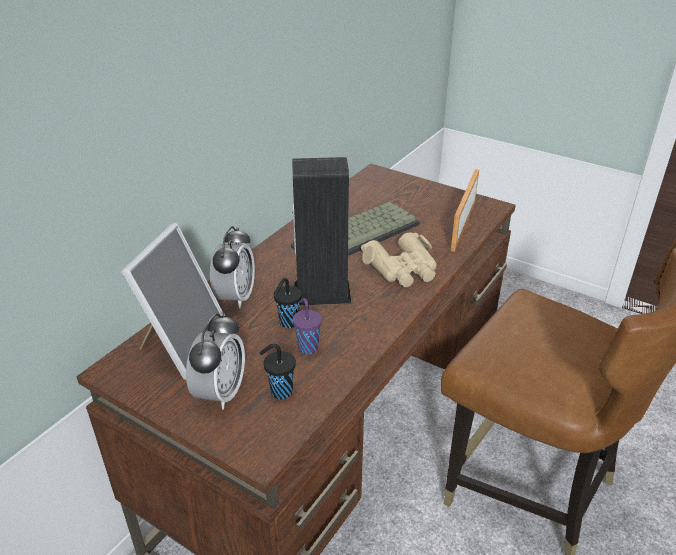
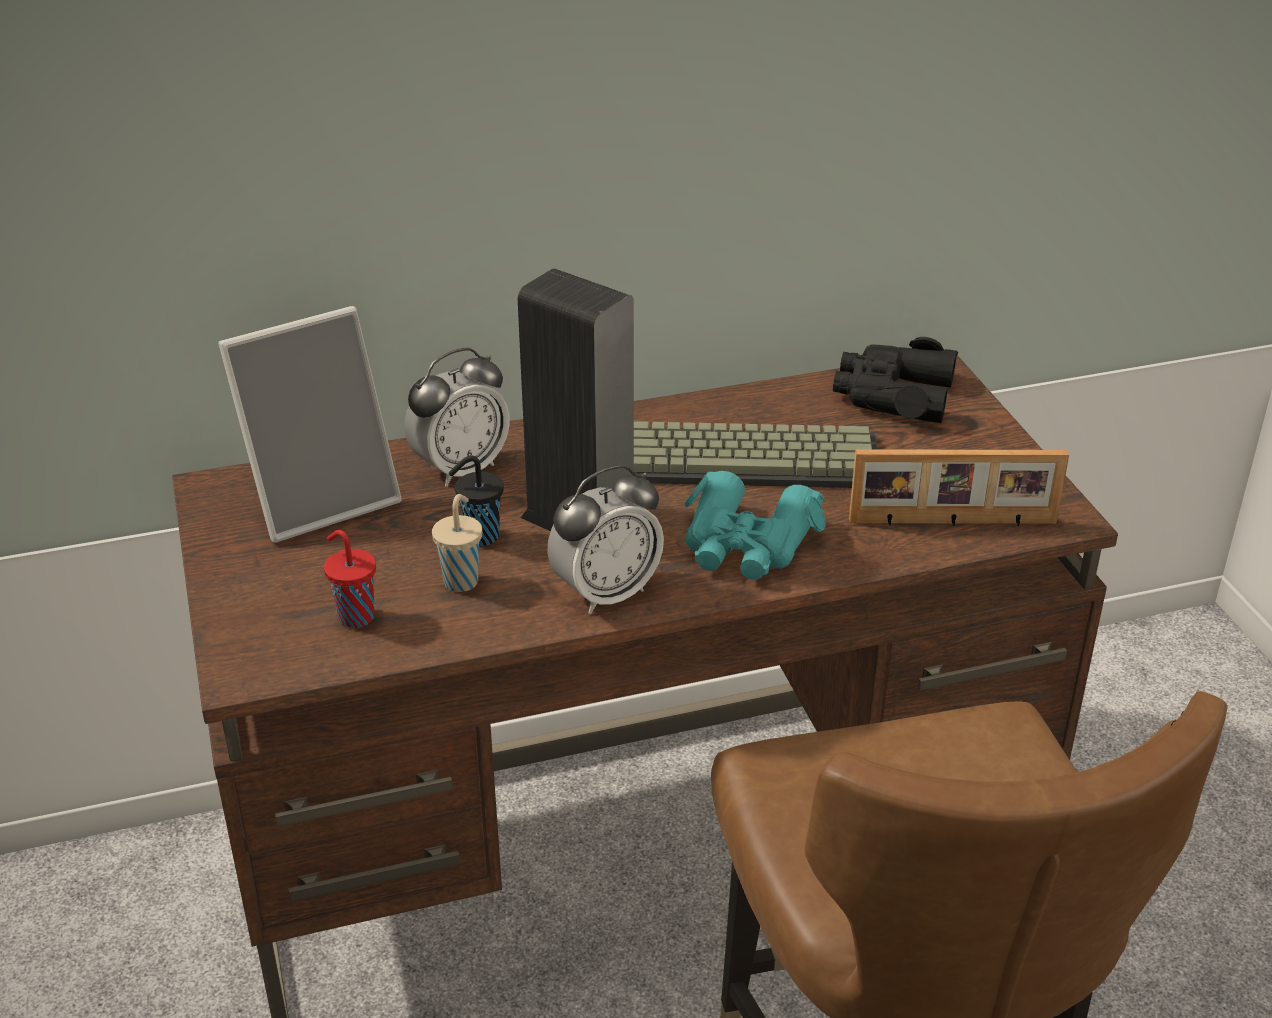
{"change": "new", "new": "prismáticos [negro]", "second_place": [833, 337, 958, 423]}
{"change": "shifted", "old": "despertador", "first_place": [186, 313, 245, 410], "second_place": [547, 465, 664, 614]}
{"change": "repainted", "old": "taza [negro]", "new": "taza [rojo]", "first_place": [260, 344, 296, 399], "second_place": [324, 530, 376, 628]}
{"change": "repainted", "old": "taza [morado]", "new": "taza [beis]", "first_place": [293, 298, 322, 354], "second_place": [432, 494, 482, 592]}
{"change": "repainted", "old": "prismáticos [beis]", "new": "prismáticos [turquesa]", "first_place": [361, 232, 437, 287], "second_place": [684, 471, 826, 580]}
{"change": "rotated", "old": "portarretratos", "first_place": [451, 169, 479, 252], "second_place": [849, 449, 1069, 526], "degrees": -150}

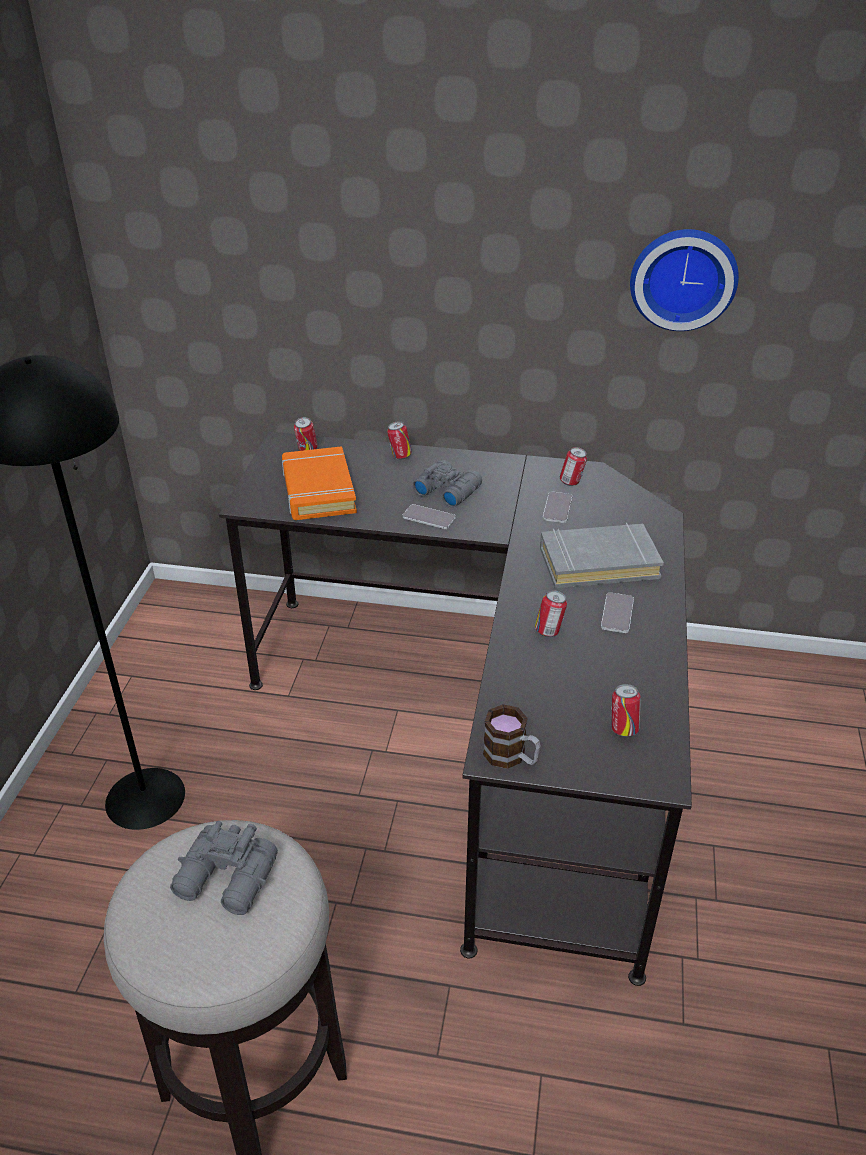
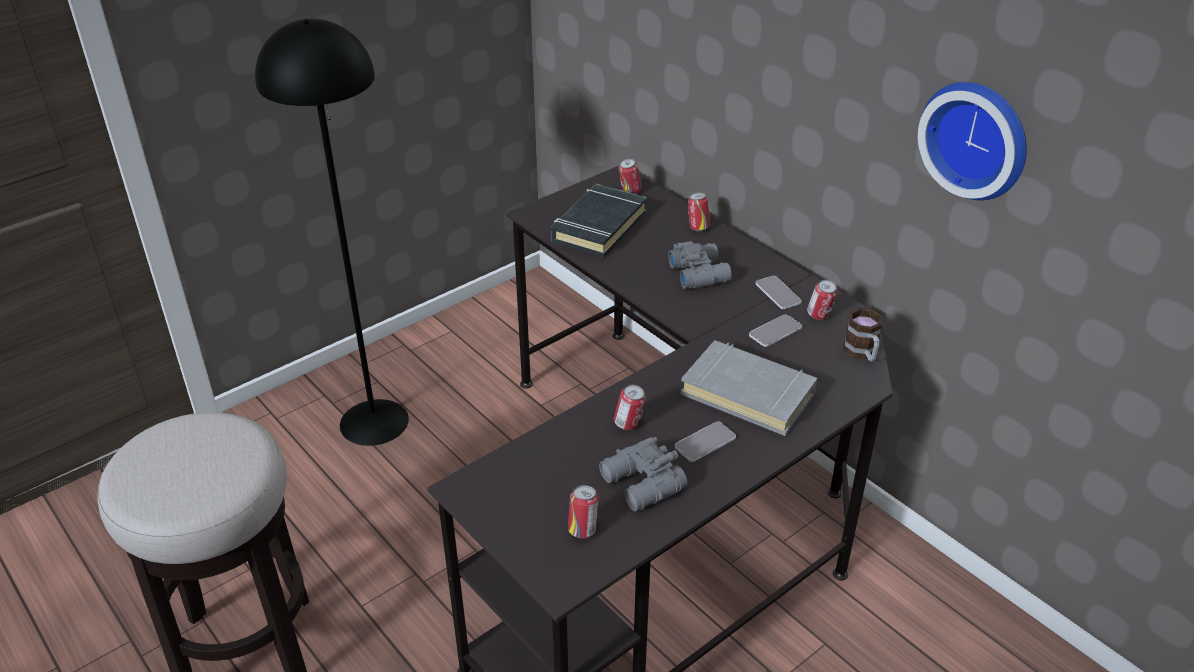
{"change": "shifted", "old": "prismáticos [gris]", "first_place": [170, 821, 278, 915], "second_place": [599, 437, 687, 511]}
{"change": "shifted", "old": "móvil", "first_place": [402, 504, 456, 529], "second_place": [756, 276, 802, 309]}
{"change": "shifted", "old": "taza grande", "first_place": [483, 704, 541, 769], "second_place": [843, 308, 882, 362]}
{"change": "repainted", "old": "libro [naranja]", "new": "libro [negro]", "first_place": [282, 446, 357, 520], "second_place": [550, 184, 647, 258]}

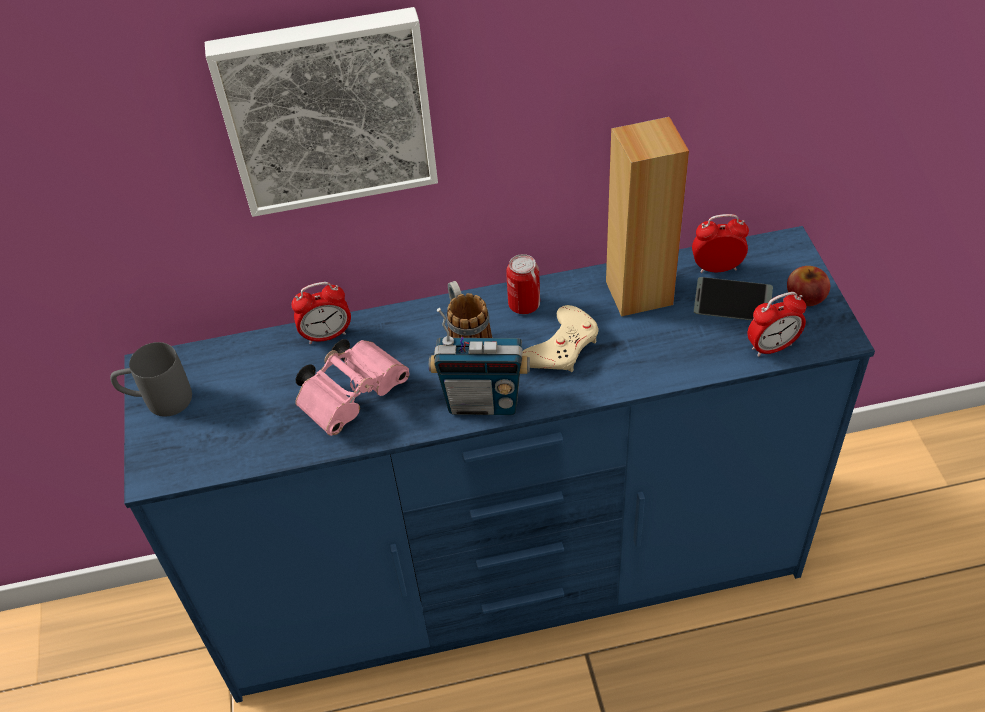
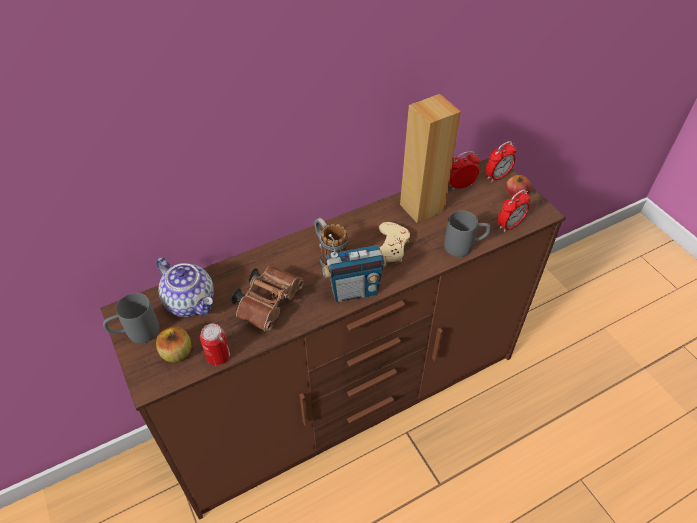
{"change": "gone", "old": "cuadro", "first_place": [205, 7, 438, 217]}
{"change": "gone", "old": "móvil", "first_place": [694, 277, 773, 320]}
{"change": "new", "new": "tetera", "second_place": [156, 257, 214, 317]}
{"change": "new", "new": "manzana", "second_place": [156, 327, 191, 362]}
{"change": "new", "new": "taza grande [gris]", "second_place": [444, 210, 491, 257]}
{"change": "shifted", "old": "despertador", "first_place": [291, 282, 351, 344], "second_place": [486, 141, 517, 182]}
{"change": "shifted", "old": "lata", "first_place": [506, 254, 540, 314], "second_place": [200, 323, 230, 365]}
{"change": "repainted", "old": "cómoda [azul]", "new": "cómoda [marrón]", "first_place": [124, 226, 875, 703], "second_place": [100, 158, 566, 520]}
{"change": "repainted", "old": "prismáticos [rosa]", "new": "prismáticos [marrón]", "first_place": [295, 339, 410, 436], "second_place": [231, 266, 304, 332]}

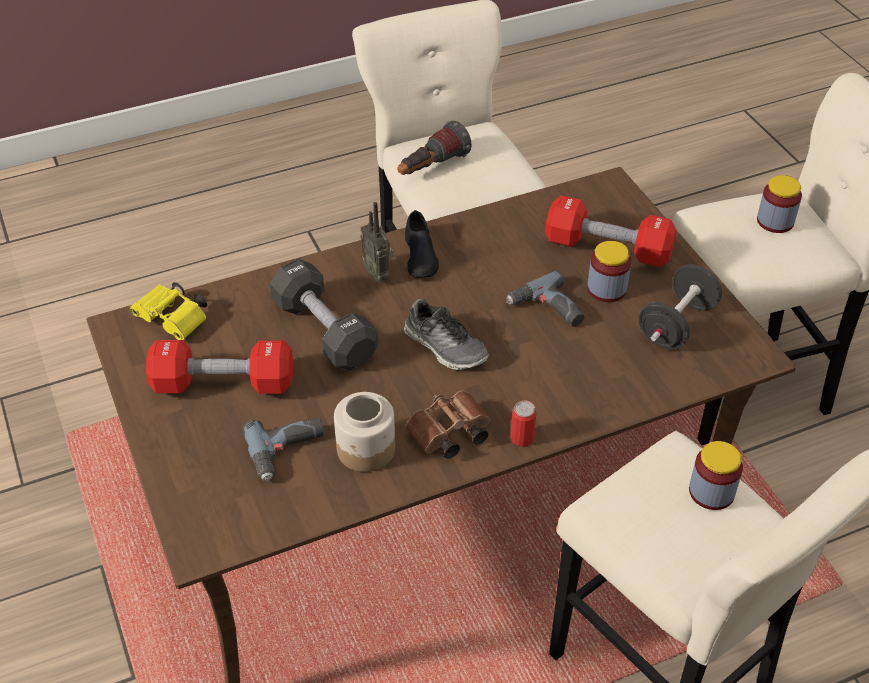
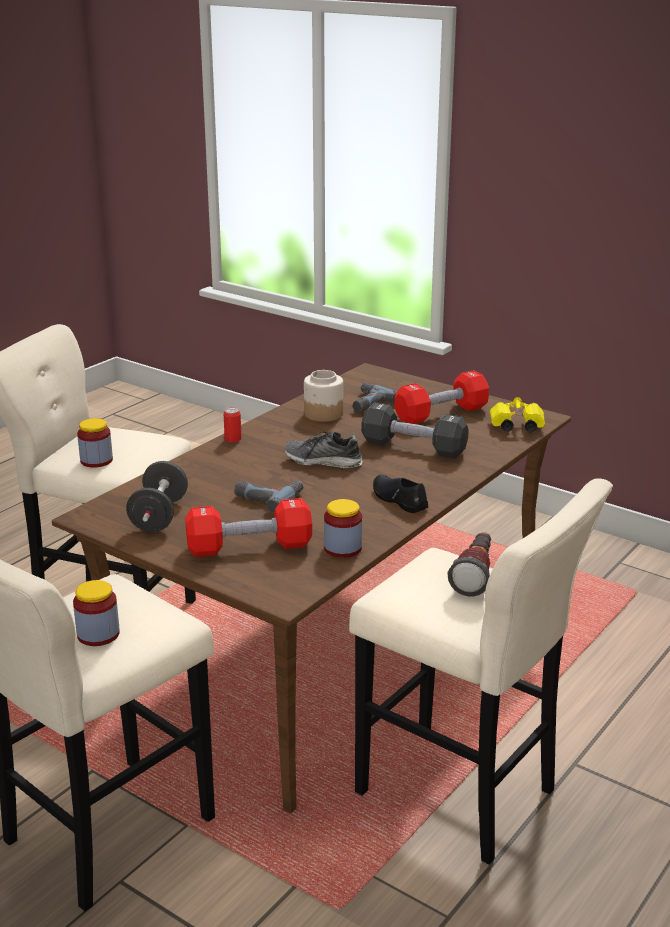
{"change": "gone", "old": "radio", "first_place": [360, 202, 393, 282]}
{"change": "gone", "old": "prismáticos [marrón]", "first_place": [405, 390, 490, 459]}
{"change": "shifted", "old": "tarro", "first_place": [587, 241, 631, 302], "second_place": [324, 499, 362, 558]}

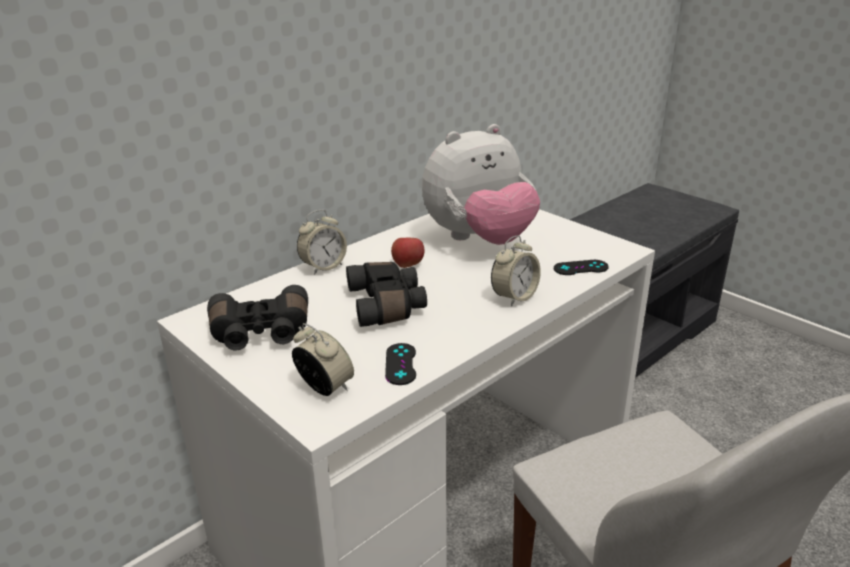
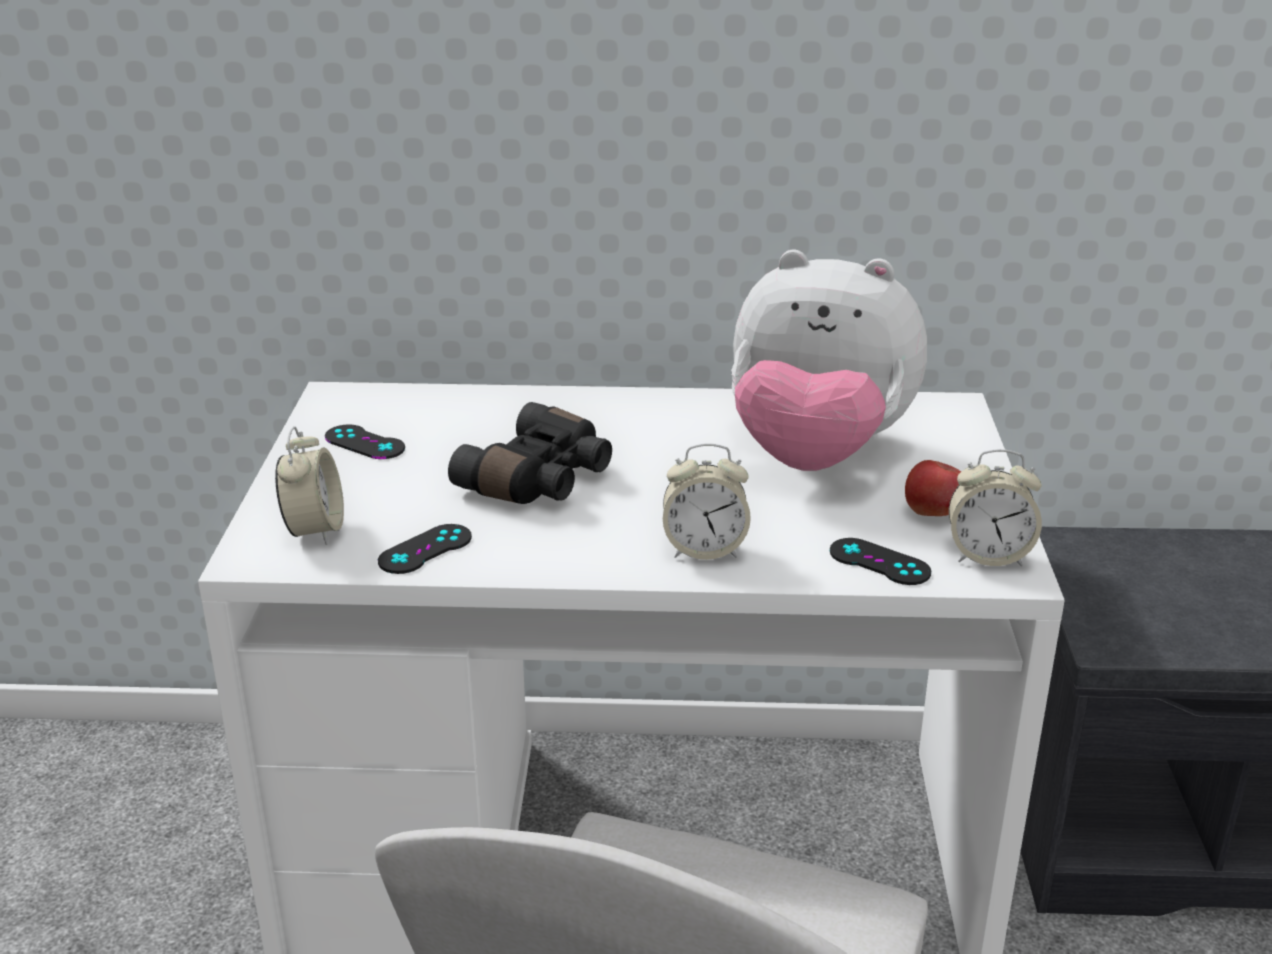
{"change": "shifted", "old": "despertador", "first_place": [297, 210, 347, 275], "second_place": [949, 449, 1042, 566]}
{"change": "shifted", "old": "manzana", "first_place": [391, 238, 424, 268], "second_place": [905, 460, 961, 516]}
{"change": "swapped", "old": "prismáticos [negro]", "new": "mando de consola [negro]", "first_place": [207, 285, 308, 351], "second_place": [325, 424, 405, 459]}

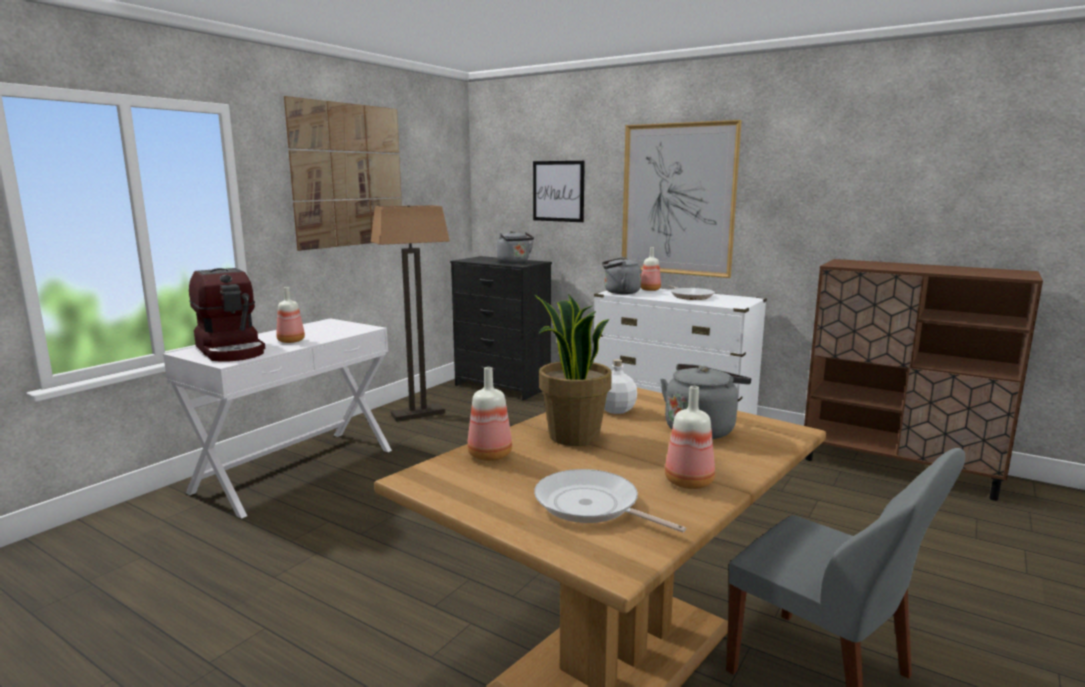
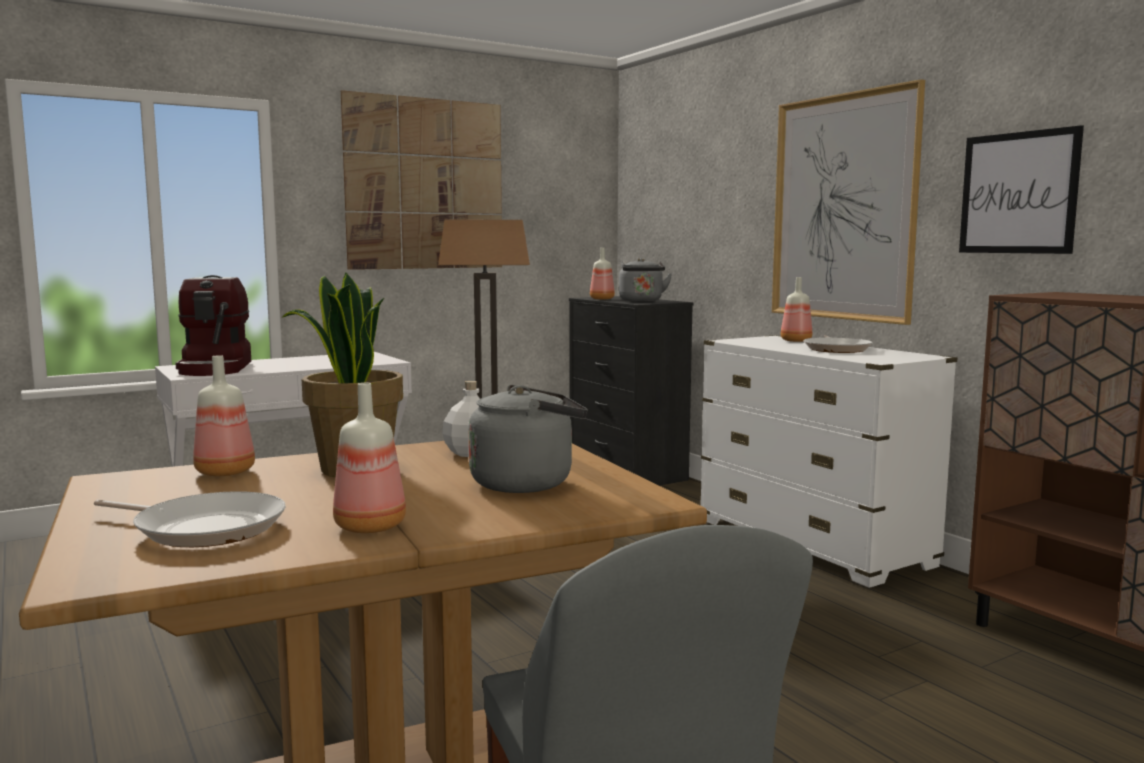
{"change": "gone", "old": "hervidor [gris]", "first_place": [602, 257, 641, 294]}
{"change": "shifted", "old": "botella", "first_place": [276, 287, 305, 343], "second_place": [590, 248, 615, 300]}
{"change": "shifted", "old": "cuadro", "first_place": [533, 161, 585, 222], "second_place": [959, 125, 1084, 254]}
{"change": "rotated", "old": "sartén", "first_place": [534, 469, 686, 532], "second_place": [94, 491, 286, 547], "degrees": 135}

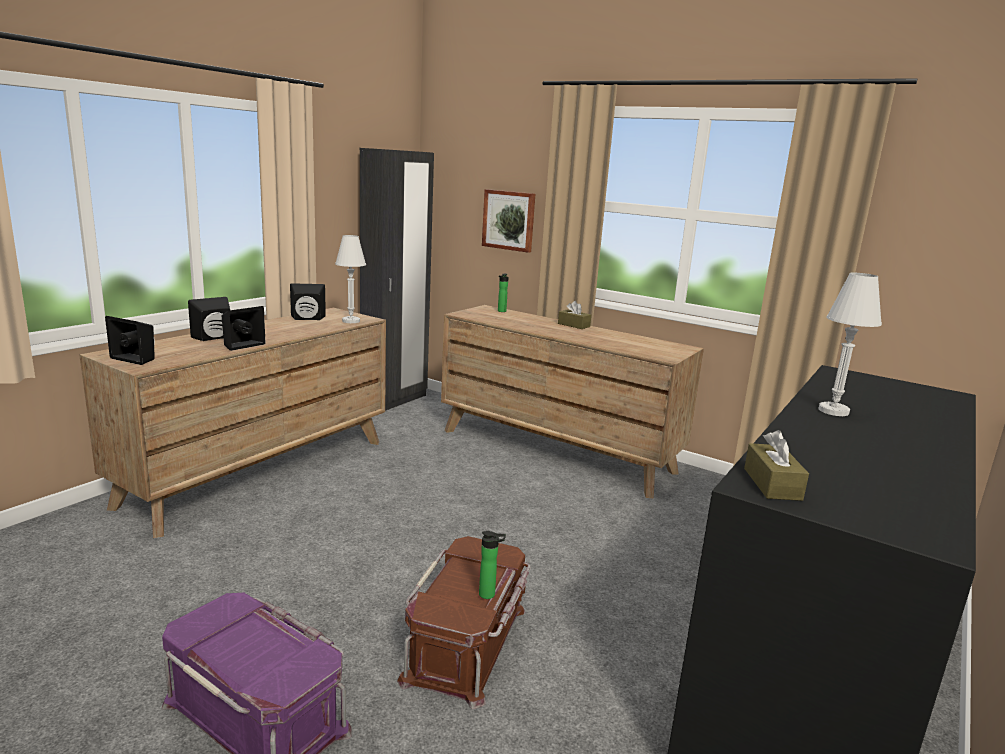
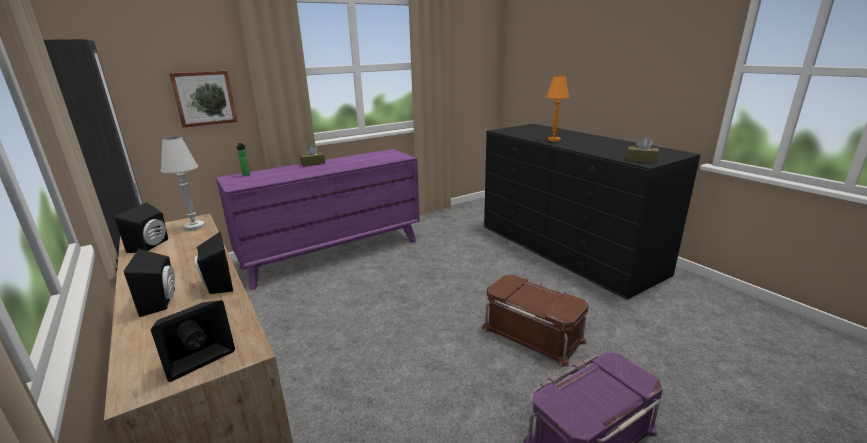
{"change": "gone", "old": "botella", "first_place": [479, 531, 506, 599]}
{"change": "repainted", "old": "cómoda [marrón]", "new": "cómoda [morado]", "first_place": [441, 305, 704, 498], "second_place": [216, 149, 420, 290]}
{"change": "repainted", "old": "lámpara de mesa [blanco]", "new": "lámpara de mesa [naranja]", "first_place": [818, 273, 882, 416], "second_place": [546, 75, 569, 142]}

